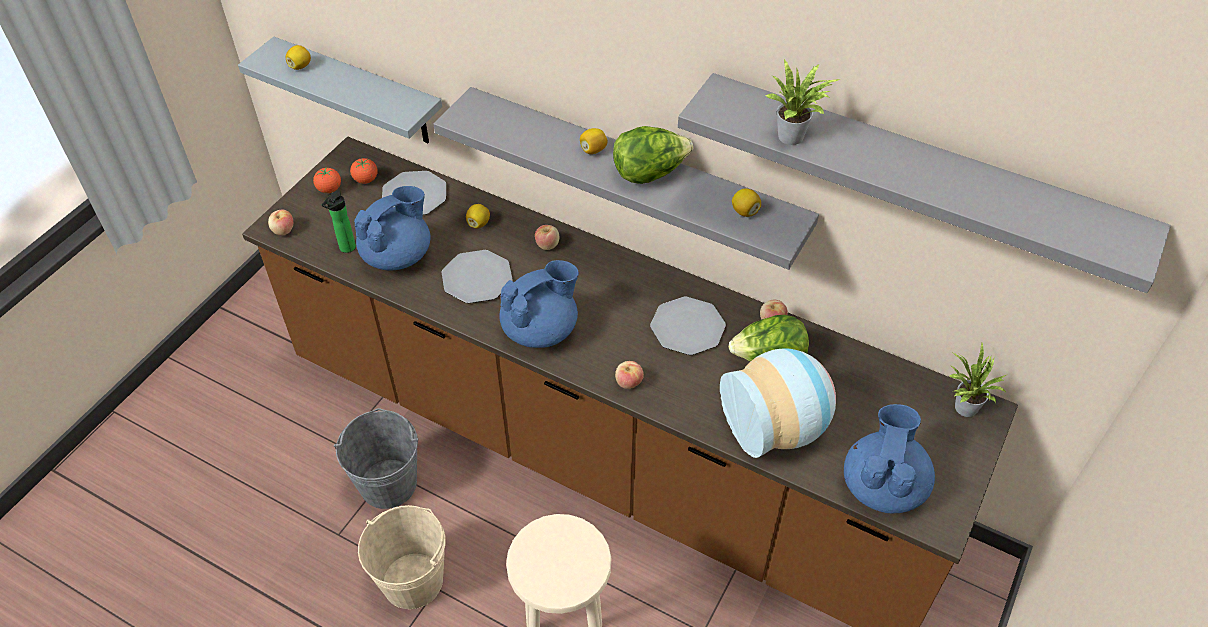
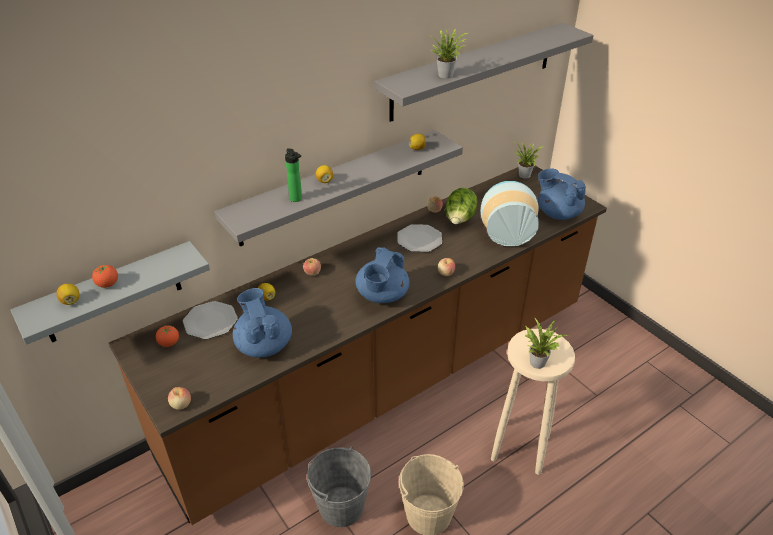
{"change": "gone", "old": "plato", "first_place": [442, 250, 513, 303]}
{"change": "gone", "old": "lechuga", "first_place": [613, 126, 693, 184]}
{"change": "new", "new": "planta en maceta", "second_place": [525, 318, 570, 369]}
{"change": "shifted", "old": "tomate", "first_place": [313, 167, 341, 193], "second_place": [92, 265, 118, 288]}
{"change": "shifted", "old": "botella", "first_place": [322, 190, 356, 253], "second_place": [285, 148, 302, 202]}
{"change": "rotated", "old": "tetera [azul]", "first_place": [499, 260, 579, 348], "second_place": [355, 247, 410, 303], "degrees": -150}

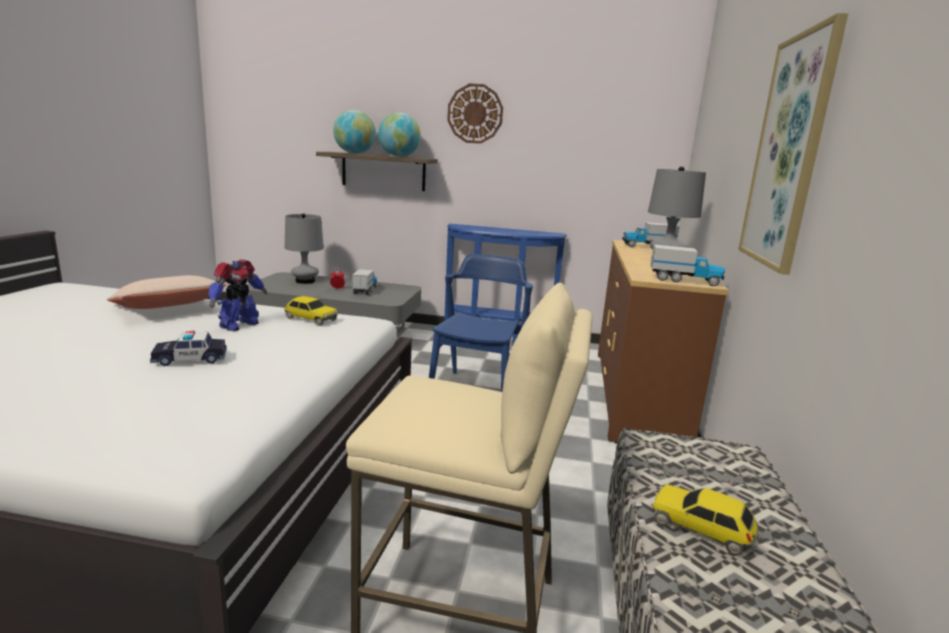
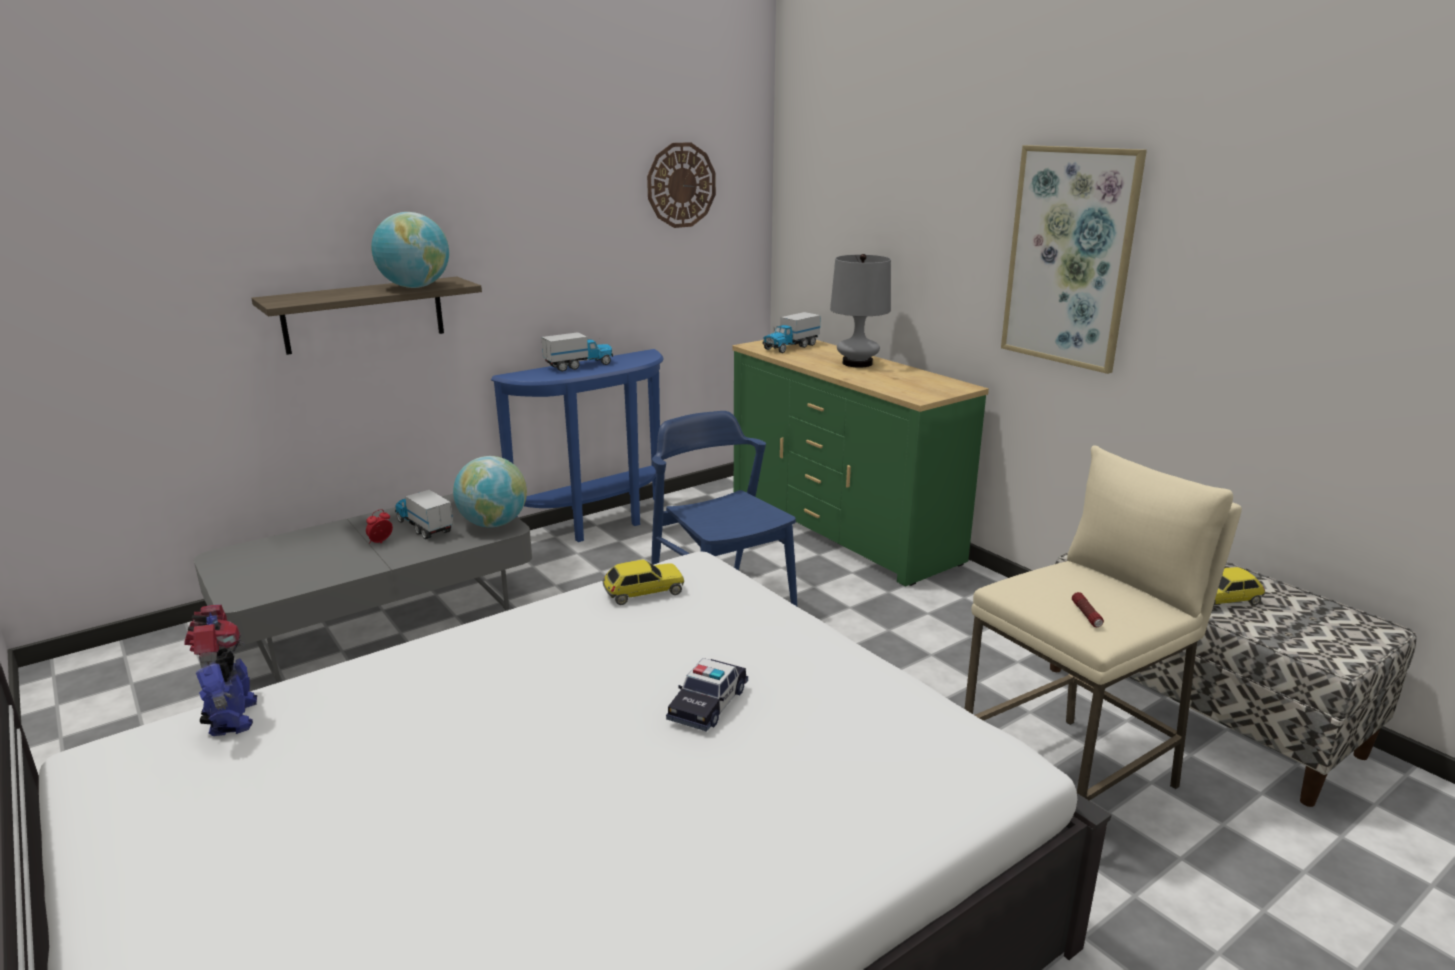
{"change": "gone", "old": "cojín [beis]", "first_place": [107, 275, 226, 309]}
{"change": "gone", "old": "lámpara de mesa [gris]", "first_place": [285, 213, 324, 284]}
{"change": "new", "new": "linterna", "second_place": [1072, 592, 1104, 627]}
{"change": "shifted", "old": "robot de juguete", "first_place": [208, 259, 267, 331], "second_place": [184, 605, 257, 736]}
{"change": "shifted", "old": "globo terráqueo", "first_place": [333, 110, 376, 154], "second_place": [453, 456, 527, 527]}
{"change": "shifted", "old": "reloj de pared", "first_place": [447, 83, 503, 144], "second_place": [647, 142, 716, 228]}
{"change": "shifted", "old": "camión de juguete", "first_place": [651, 244, 725, 286], "second_place": [541, 332, 613, 371]}
{"change": "repainted", "old": "cómoda [marrón]", "new": "cómoda [verde]", "first_place": [598, 240, 729, 443], "second_place": [732, 340, 989, 586]}

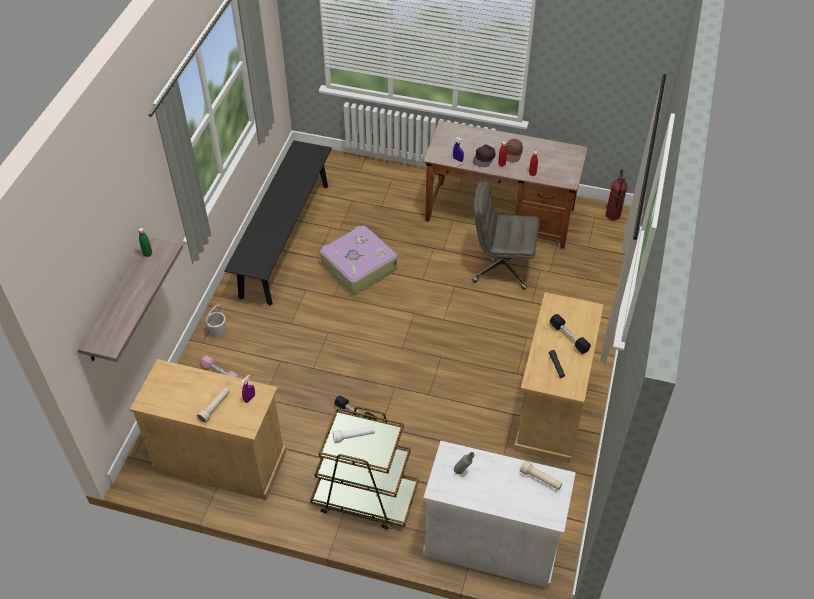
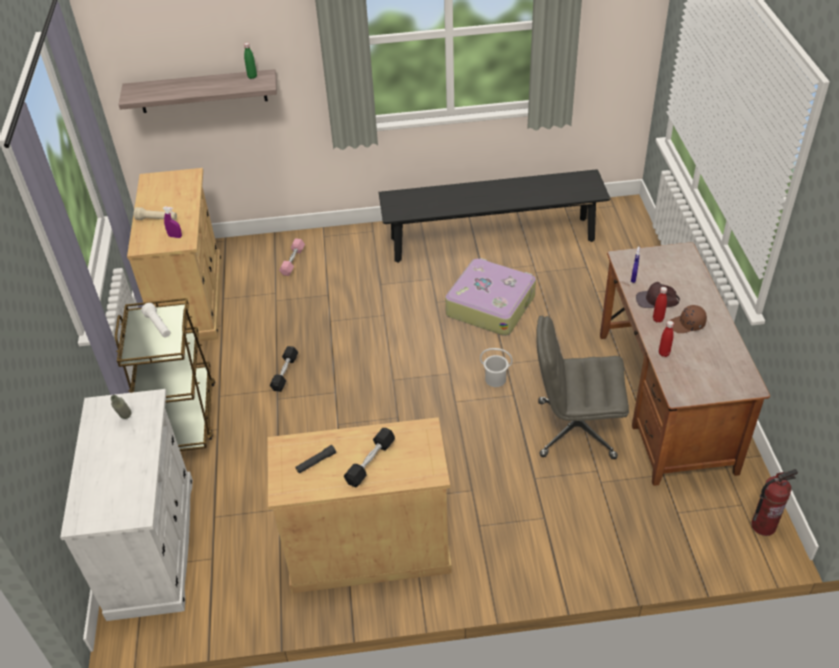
{"change": "gone", "old": "linterna [beis]", "first_place": [520, 460, 562, 490]}
{"change": "shifted", "old": "cubo [blanco]", "first_place": [206, 304, 227, 337], "second_place": [480, 348, 513, 387]}
{"change": "rotated", "old": "silla de oficina [gris]", "first_place": [472, 181, 539, 290], "second_place": [537, 316, 629, 459], "degrees": -75}

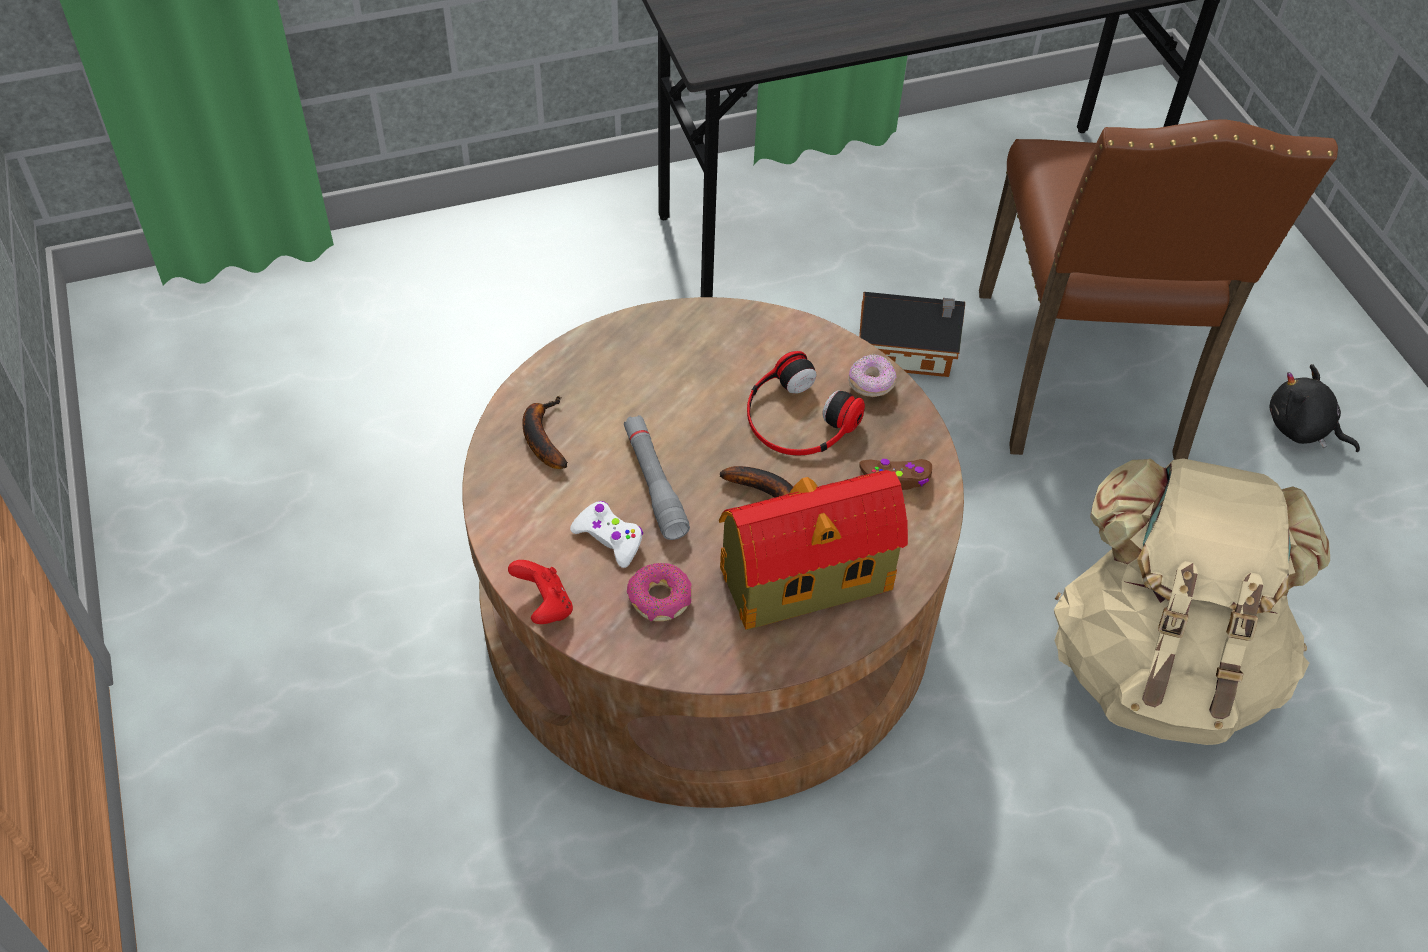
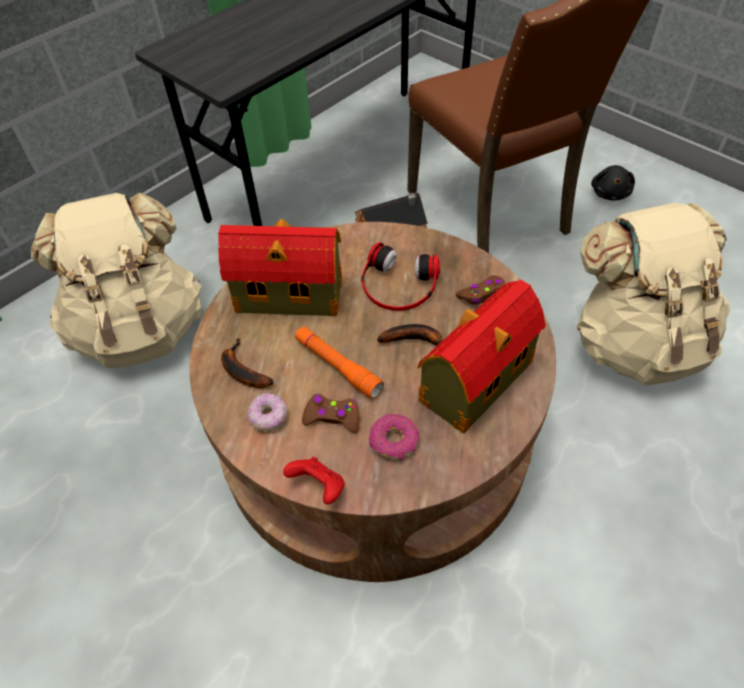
{"change": "new", "new": "mochila [beis]", "second_place": [31, 193, 202, 368]}
{"change": "new", "new": "casita", "second_place": [218, 219, 342, 316]}
{"change": "shifted", "old": "rosquilla", "first_place": [848, 354, 896, 397], "second_place": [248, 393, 287, 431]}
{"change": "repainted", "old": "mando de consola [blanco]", "new": "mando de consola [marrón]", "first_place": [570, 501, 643, 568], "second_place": [302, 394, 360, 433]}
{"change": "repainted", "old": "linterna [gris]", "new": "linterna [naranja]", "first_place": [624, 415, 690, 540], "second_place": [295, 326, 384, 399]}
{"change": "rotated", "old": "peluche [negro]", "first_place": [1270, 364, 1360, 452], "second_place": [591, 165, 635, 200], "degrees": -90}

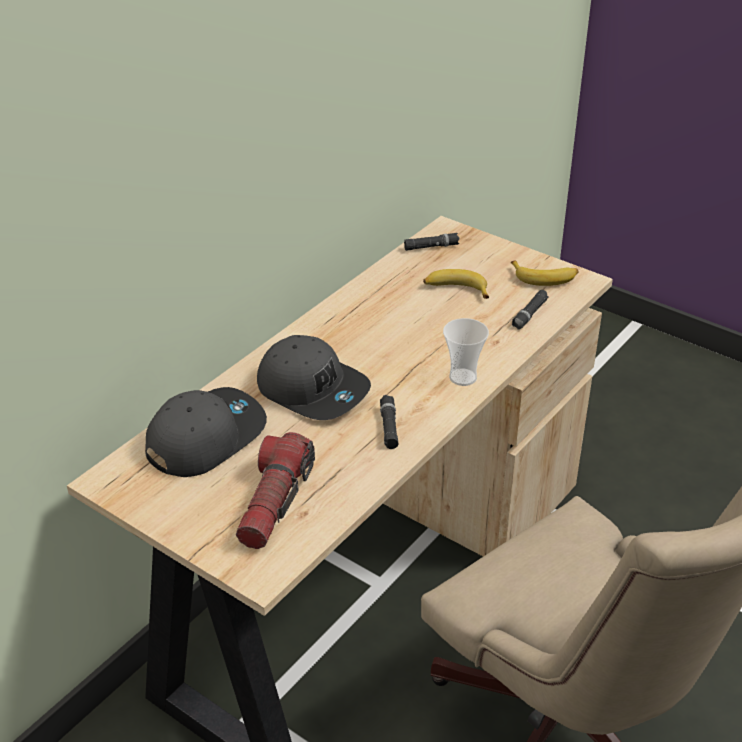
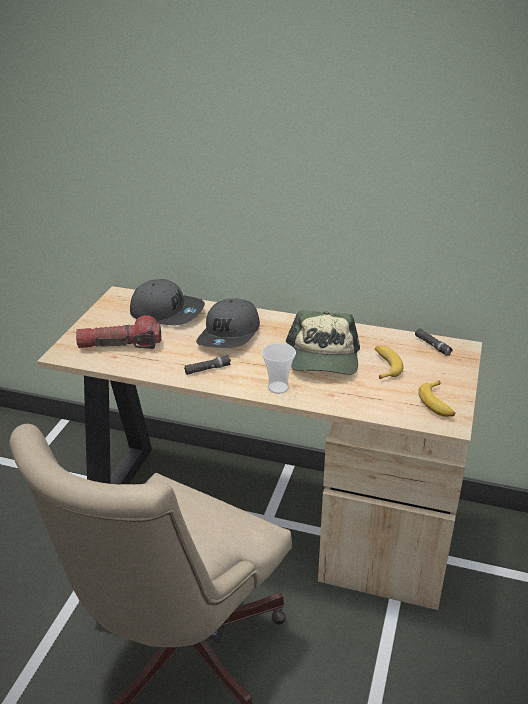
{"change": "gone", "old": "linterna [negro]", "first_place": [512, 290, 549, 329]}
{"change": "new", "new": "gorra", "second_place": [285, 310, 360, 375]}

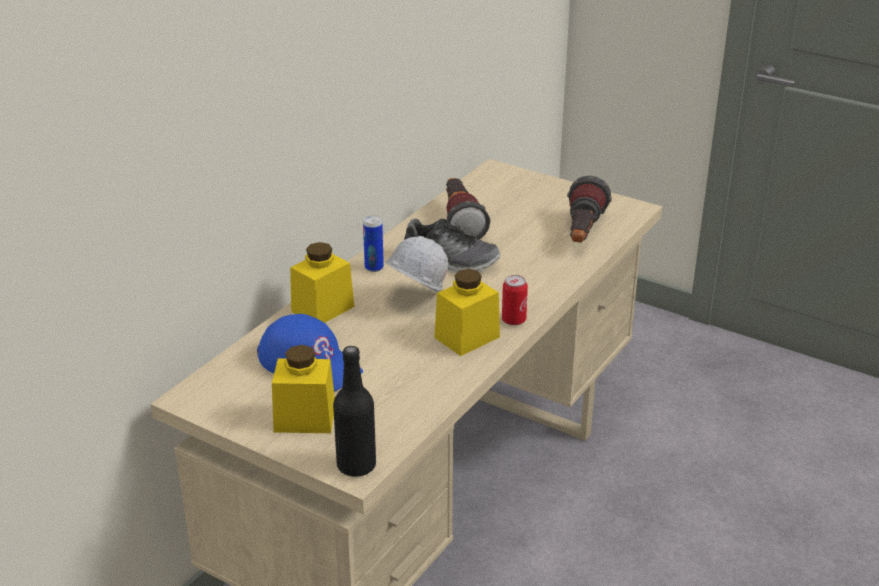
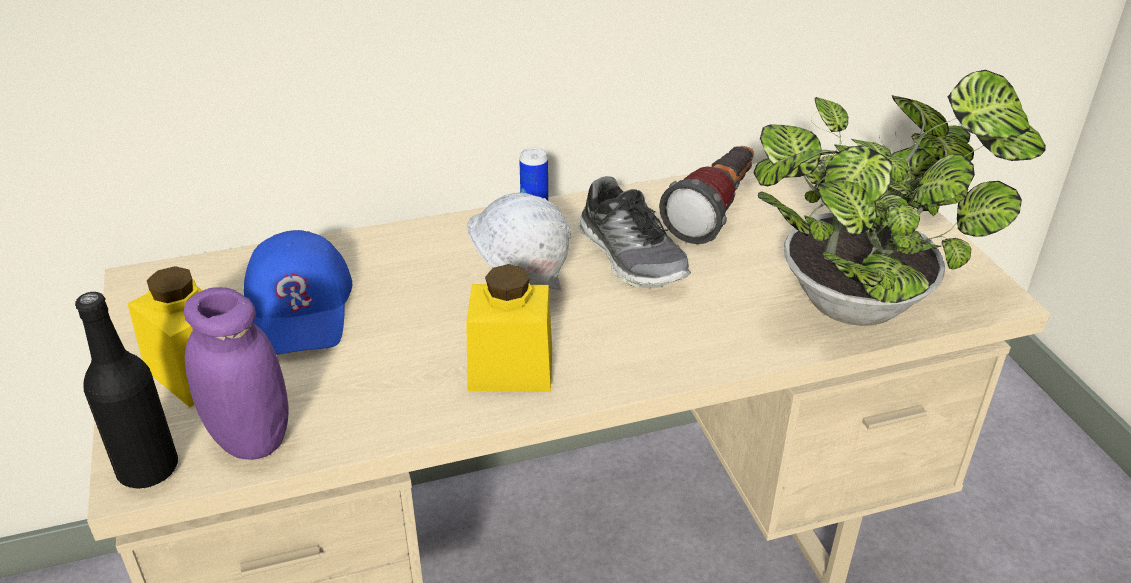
{"change": "gone", "old": "tarro [amarillo]", "first_place": [290, 242, 354, 323]}
{"change": "gone", "old": "lata", "first_place": [502, 275, 528, 326]}
{"change": "new", "new": "tarro [morado]", "second_place": [184, 287, 289, 460]}
{"change": "swapped", "old": "linterna", "new": "planta en maceta", "first_place": [567, 176, 612, 242], "second_place": [753, 70, 1046, 326]}

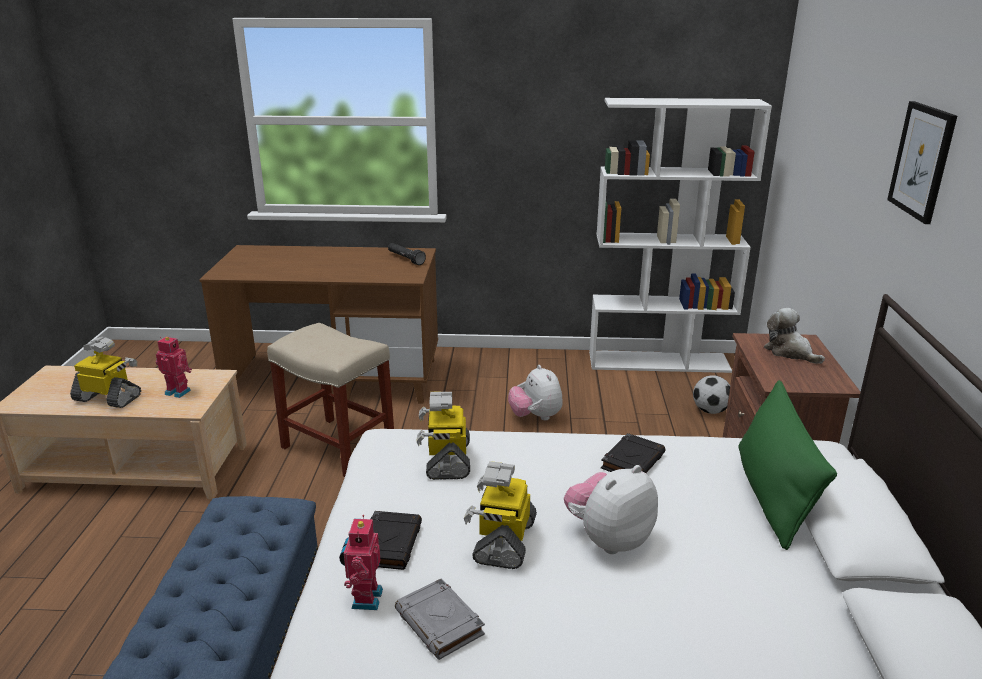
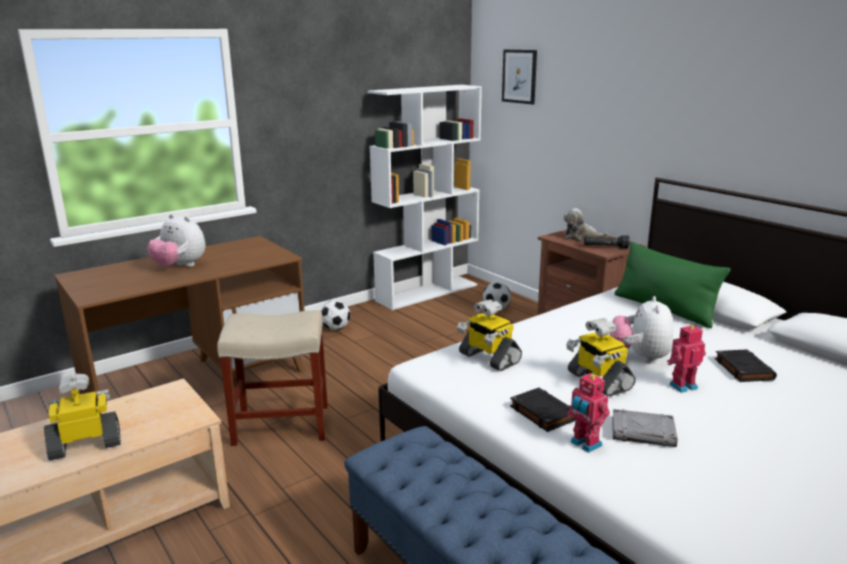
{"change": "new", "new": "balón de fútbol", "second_place": [321, 300, 350, 330]}
{"change": "shifted", "old": "robot de juguete", "first_place": [156, 337, 192, 398], "second_place": [667, 325, 706, 393]}
{"change": "shifted", "old": "linterna [negro]", "first_place": [388, 243, 426, 265], "second_place": [584, 235, 630, 249]}
{"change": "shifted", "old": "peluche", "first_place": [508, 365, 563, 420], "second_place": [148, 214, 205, 267]}
{"change": "shifted", "old": "libro [negro]", "first_place": [601, 433, 665, 473], "second_place": [715, 349, 777, 382]}
{"change": "shifted", "old": "cuadro", "first_place": [887, 101, 957, 224], "second_place": [502, 49, 537, 105]}

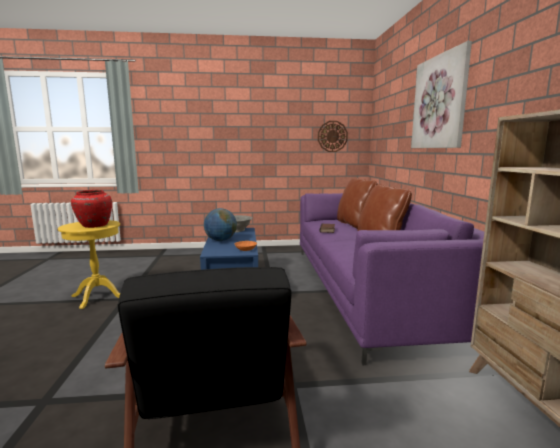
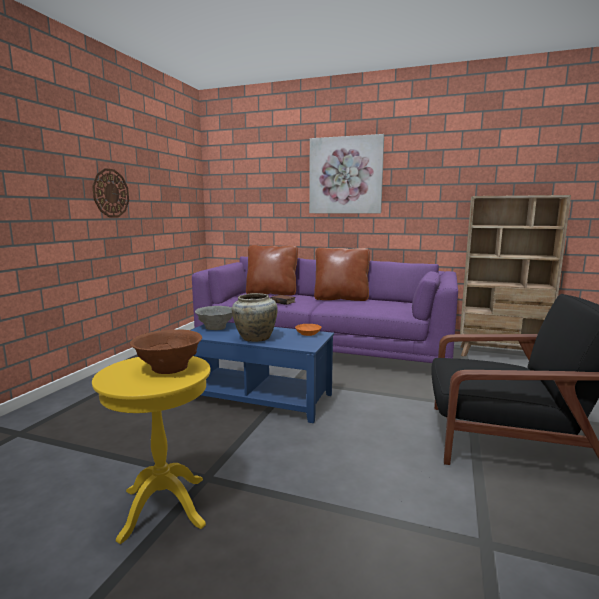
{"change": "shifted", "old": "reloj de pared", "first_place": [318, 121, 348, 152], "second_place": [92, 168, 129, 218]}
{"change": "swapped", "old": "florero [rojo]", "new": "cuenco [marrón]", "first_place": [71, 190, 112, 228], "second_place": [130, 330, 202, 374]}
{"change": "swapped", "old": "globo terráqueo", "new": "florero [beis]", "first_place": [204, 208, 237, 241], "second_place": [232, 293, 278, 342]}

